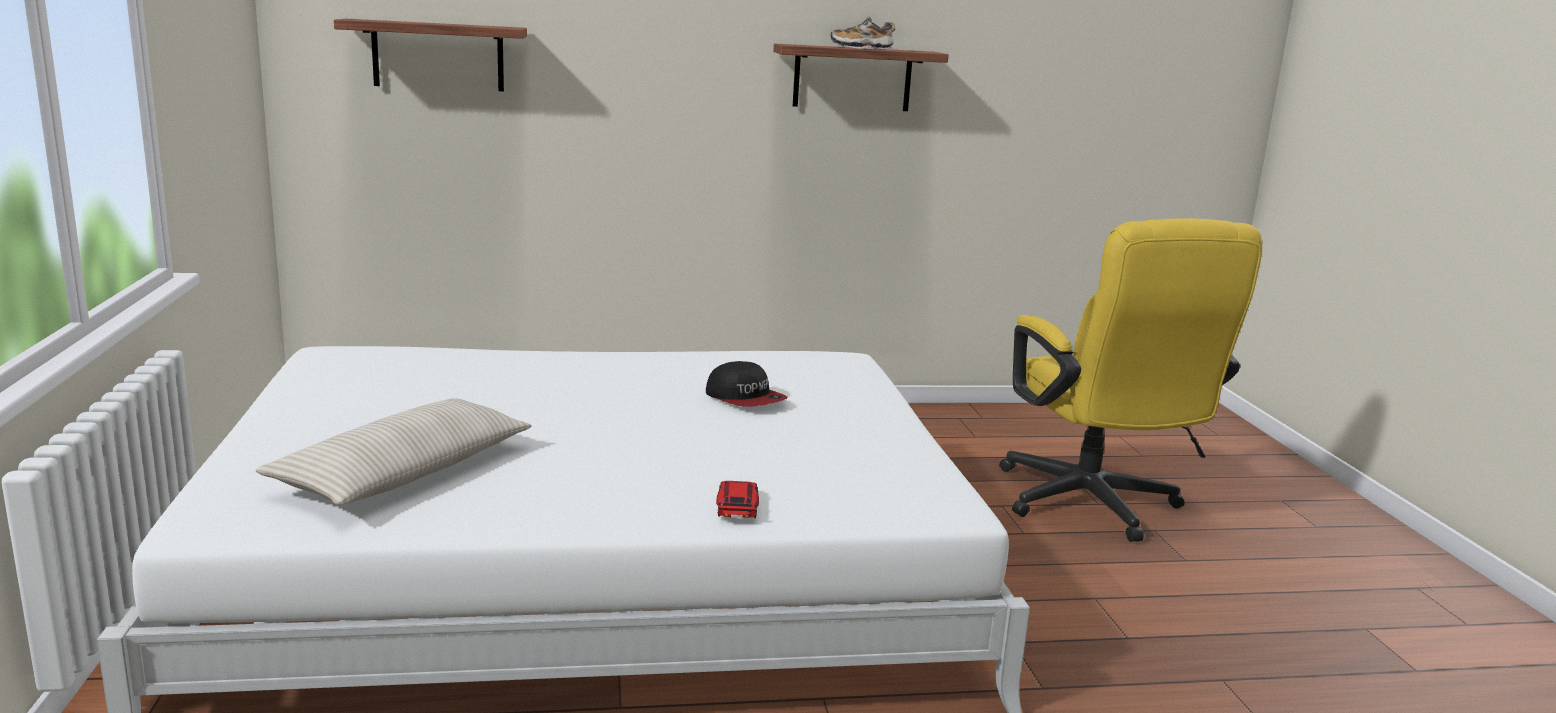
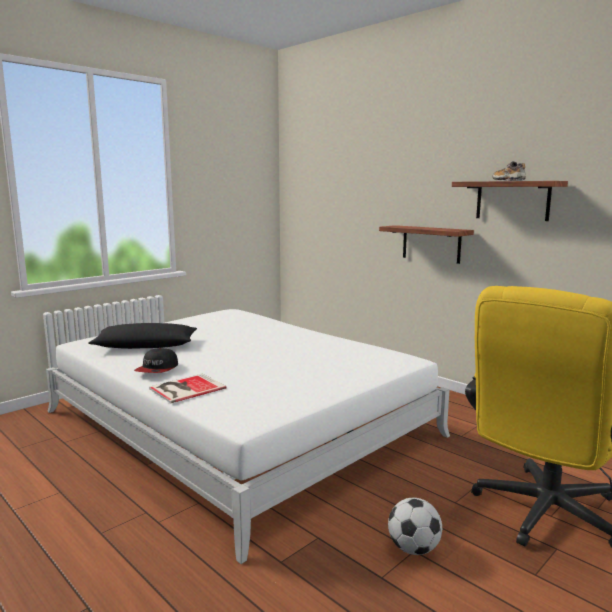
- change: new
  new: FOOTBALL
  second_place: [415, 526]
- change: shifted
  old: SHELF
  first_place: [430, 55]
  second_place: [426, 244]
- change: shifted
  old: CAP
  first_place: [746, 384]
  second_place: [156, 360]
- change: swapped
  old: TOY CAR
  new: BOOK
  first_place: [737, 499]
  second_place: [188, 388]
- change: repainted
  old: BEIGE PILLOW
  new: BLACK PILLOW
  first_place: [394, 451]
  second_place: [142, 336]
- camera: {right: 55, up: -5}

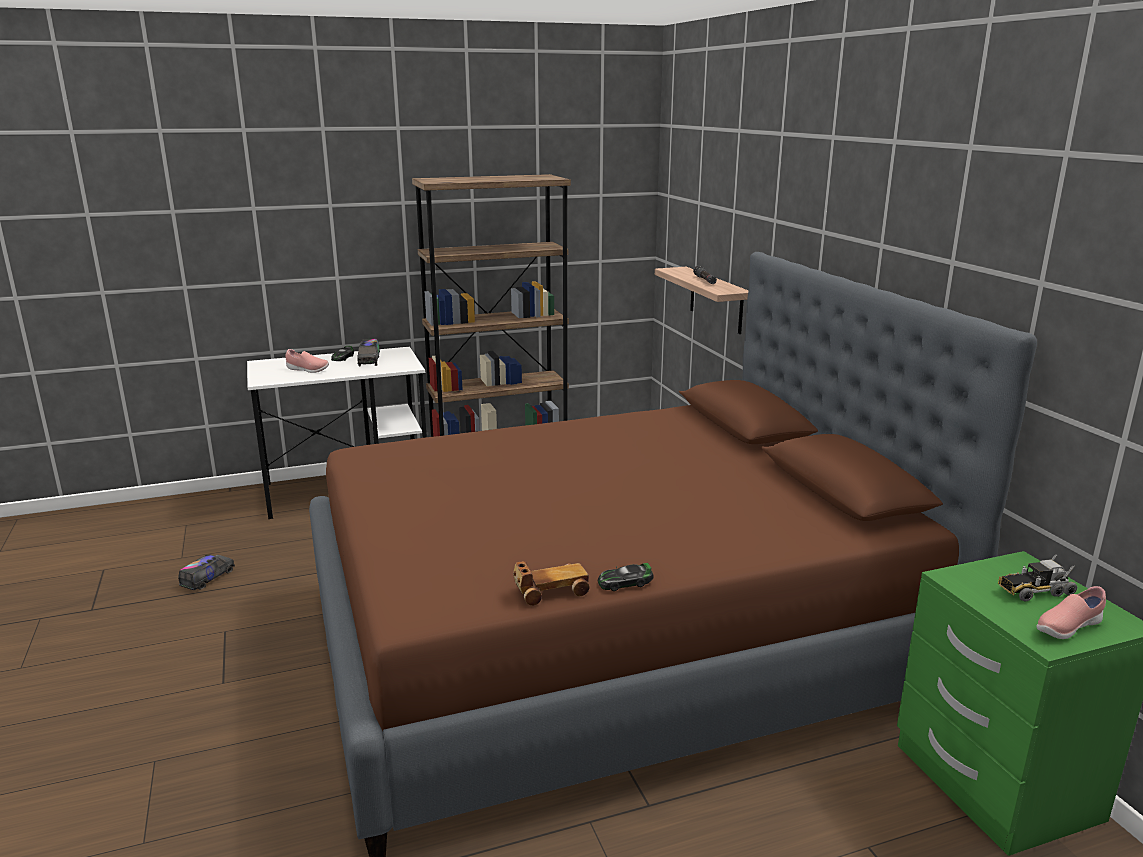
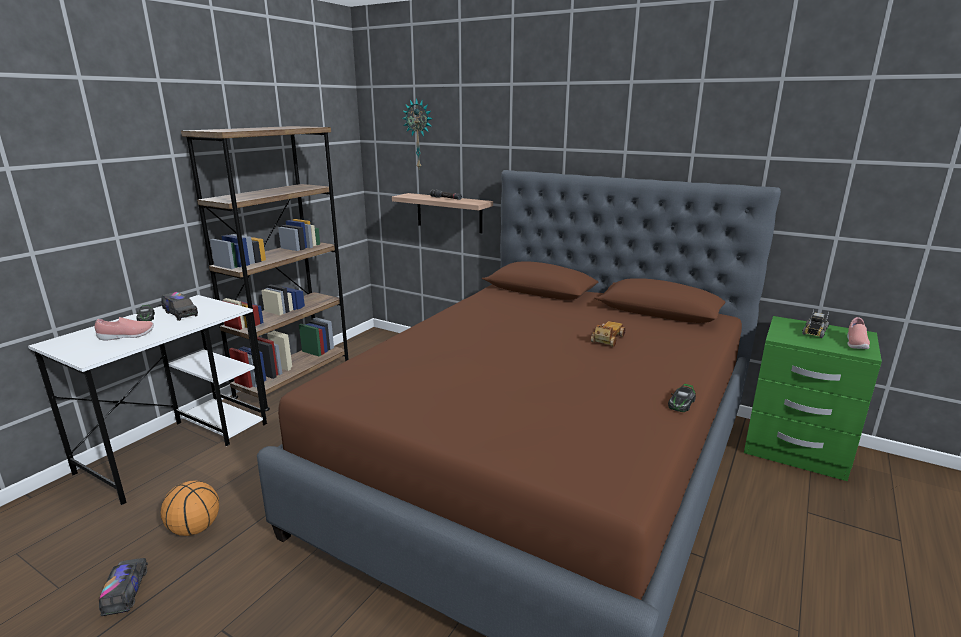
- change: new
  new: BASKETBALL
  second_place: [190, 508]
- change: new
  new: WALL CLOCK
  second_place: [417, 133]
- change: shifted
  old: TOY CAR
  first_place: [551, 583]
  second_place: [608, 334]
- camera: {right: -40, up: 0}

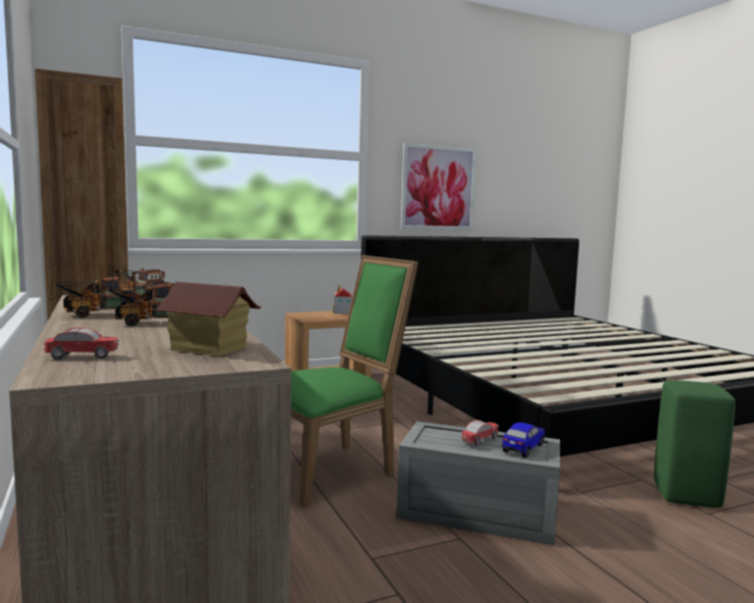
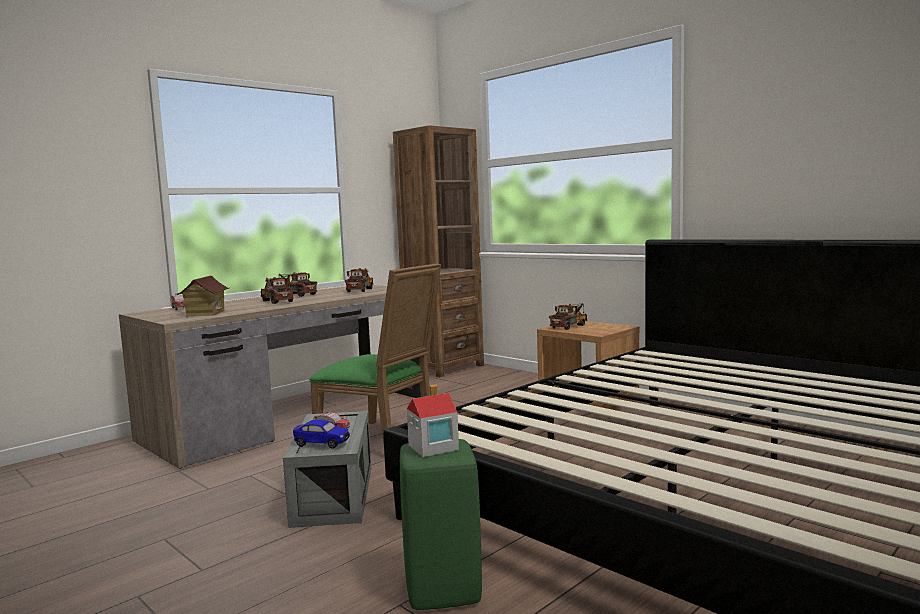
- change: gone
  old: PICTURE
  first_place: [438, 186]
- change: new
  new: TOY TRUCK
  second_place: [568, 316]
- change: shifted
  old: TOY HOUSE
  first_place: [343, 299]
  second_place: [433, 420]
- camera: {right: 70, up: 0}

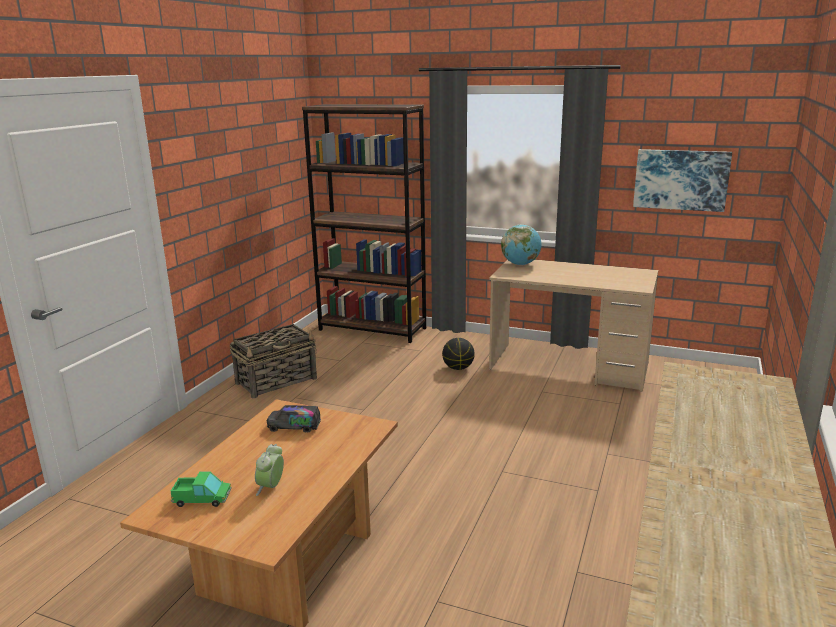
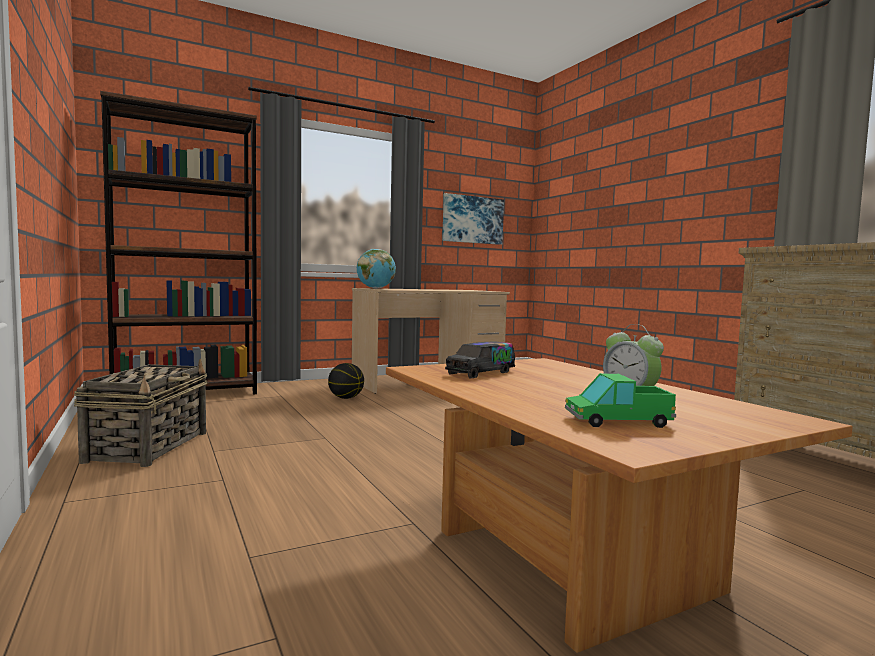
- change: rotated
  old: TOY TRUCK
  first_place: [201, 489]
  second_place: [620, 400]
  degrees: -135
- camera: {right: -50, up: -15}

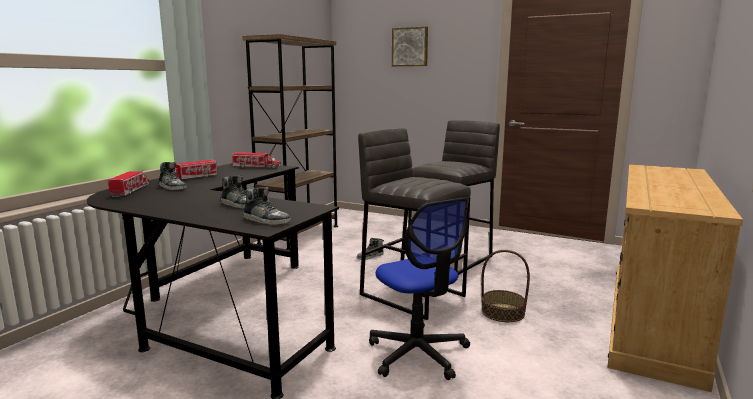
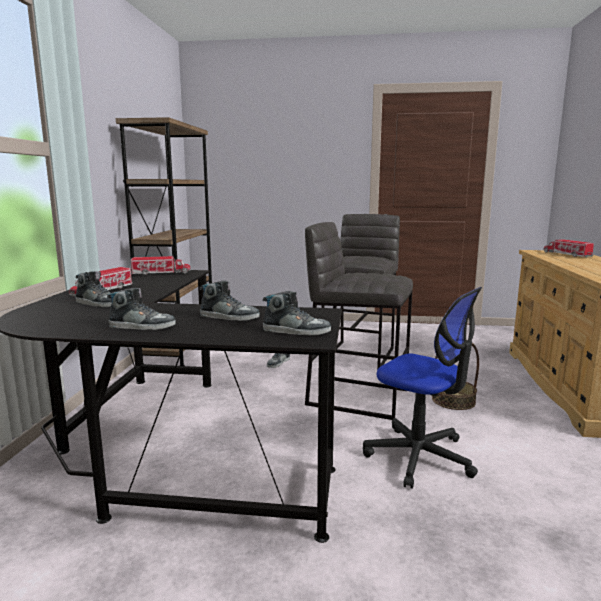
- change: gone
  old: PICTURE
  first_place: [410, 47]
- change: new
  new: SHOE
  second_place: [141, 309]
- change: shifted
  old: TOY TRUCK
  first_place: [128, 184]
  second_place: [568, 248]
- camera: {right: -20, up: 0}

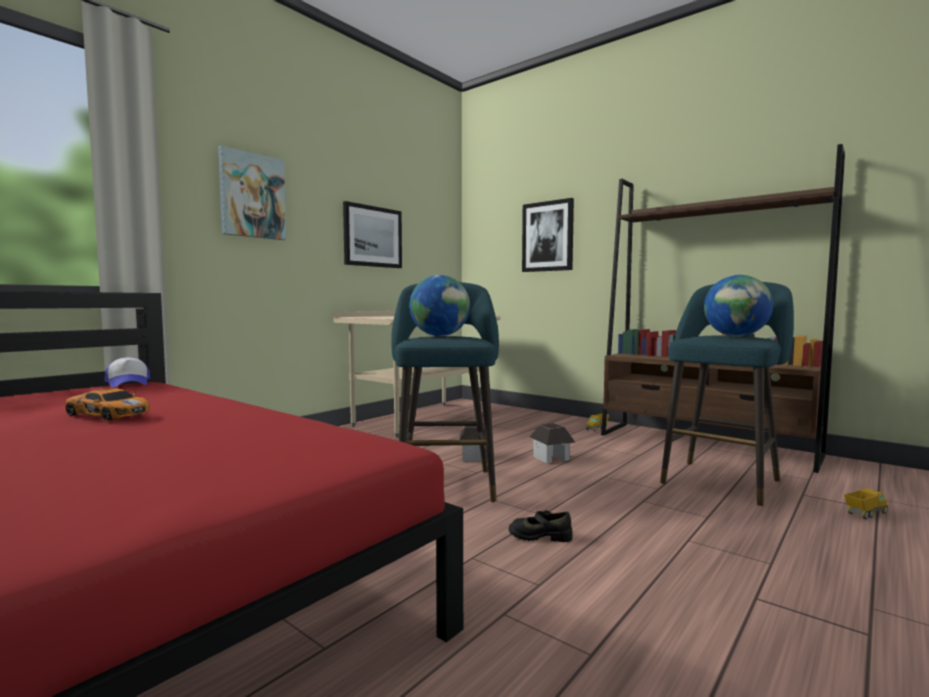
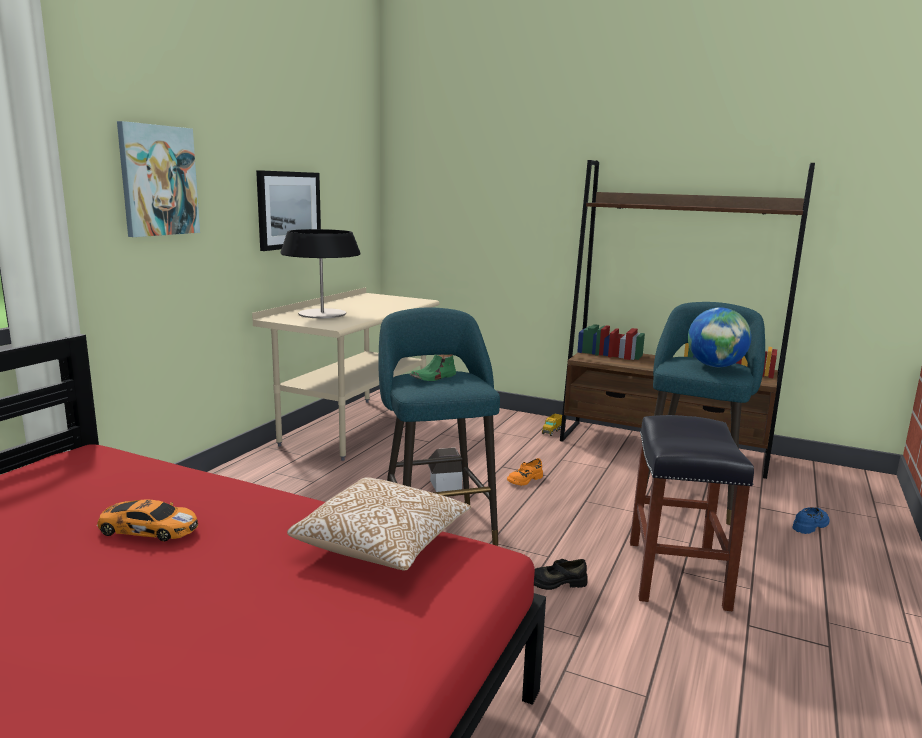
- change: gone
  old: CAP
  first_place: [127, 372]
- change: gone
  old: PICTURE
  first_place: [548, 235]
- change: new
  new: TABLE LAMP
  second_place: [320, 273]
- change: new
  new: PILLOW
  second_place: [379, 524]
- change: new
  new: BLACK STOOL
  second_place: [692, 513]
- change: swapped
  old: GLOBE
  new: GREEN SHOE
  first_place: [439, 305]
  second_place: [433, 367]
- change: swapped
  old: TOY HOUSE
  new: ORANGE SHOE
  first_place: [552, 443]
  second_place: [525, 472]
- change: swapped
  old: TOY TRUCK
  new: BLUE SHOE
  first_place: [866, 503]
  second_place: [811, 520]
- camera: {right: -15, up: 10}

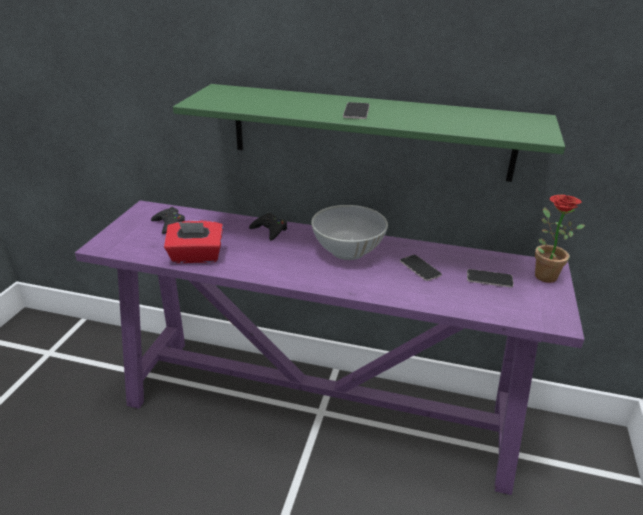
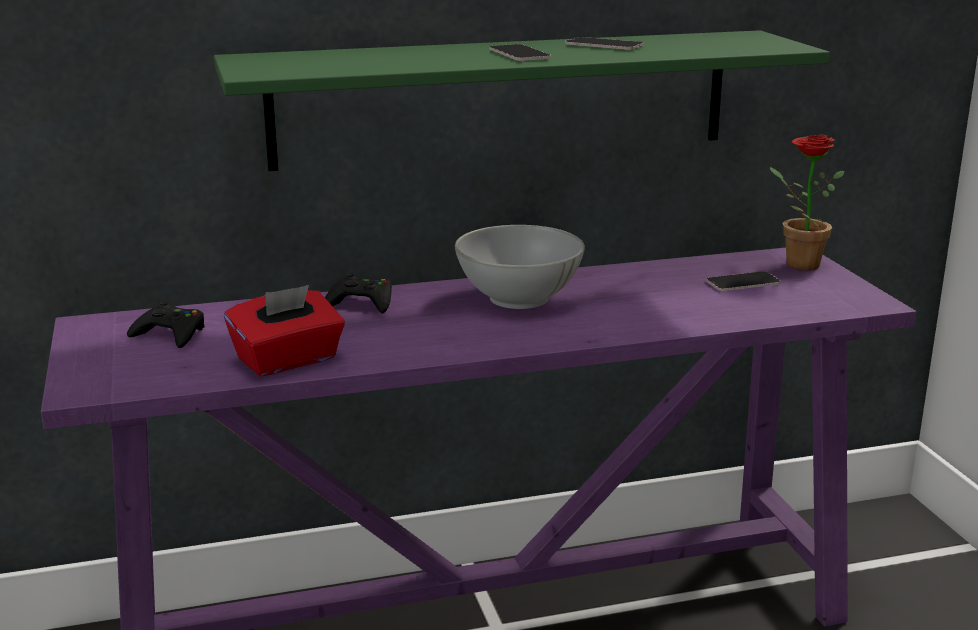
- change: shifted
  old: PHONE
  first_place: [421, 268]
  second_place: [604, 43]
- camera: {right: -30, up: -10}

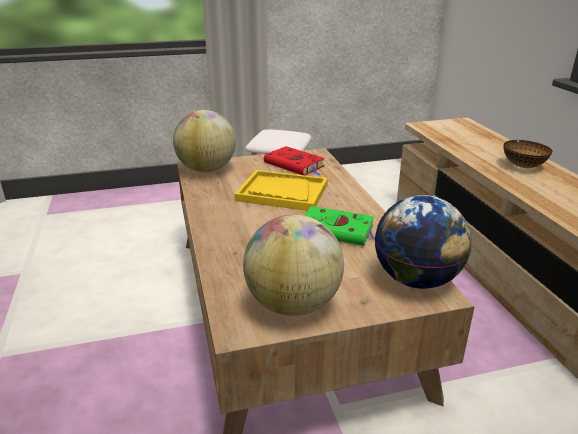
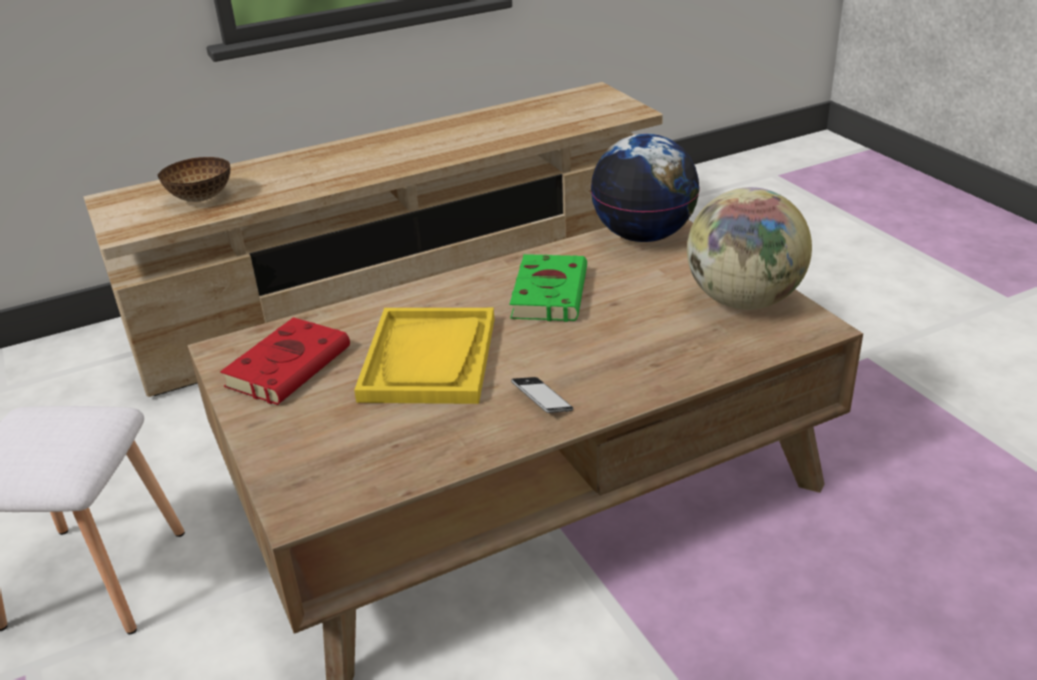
- change: gone
  old: GLOBE
  first_place: [204, 141]
- change: new
  new: PHONE
  second_place: [542, 395]
- change: shifted
  old: BOWL
  first_place: [528, 154]
  second_place: [194, 179]
- camera: {right: -100, up: 5}

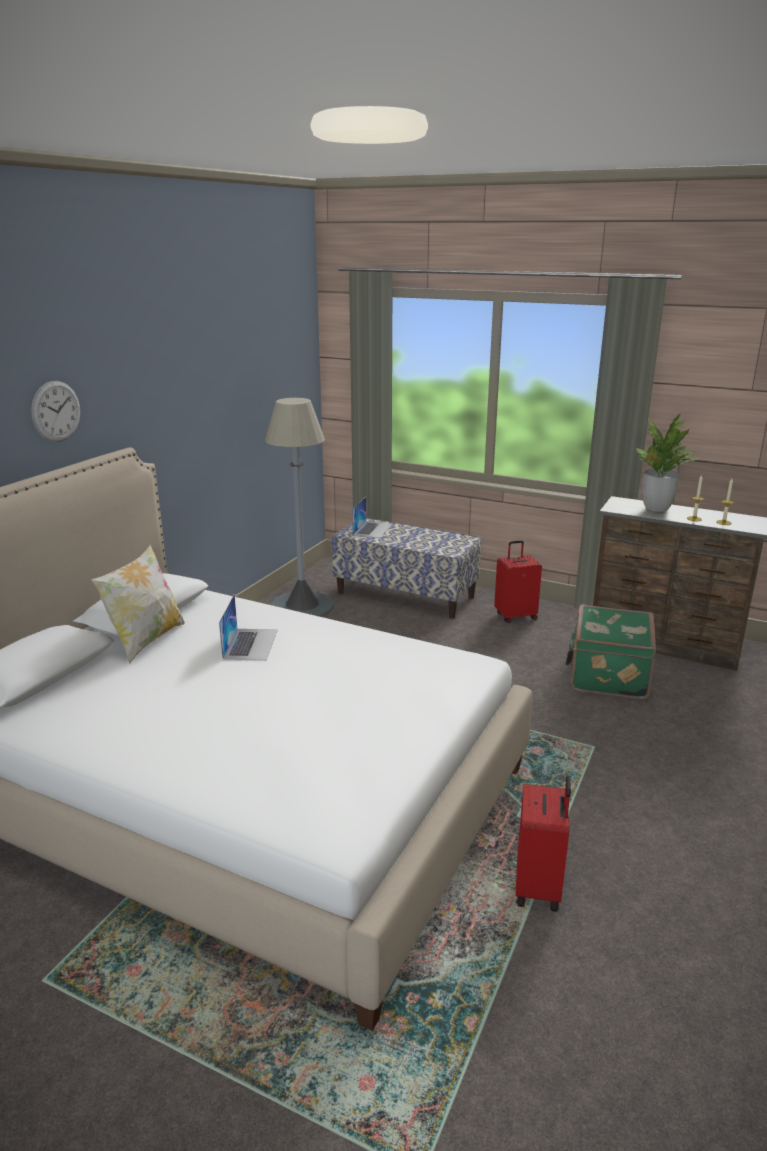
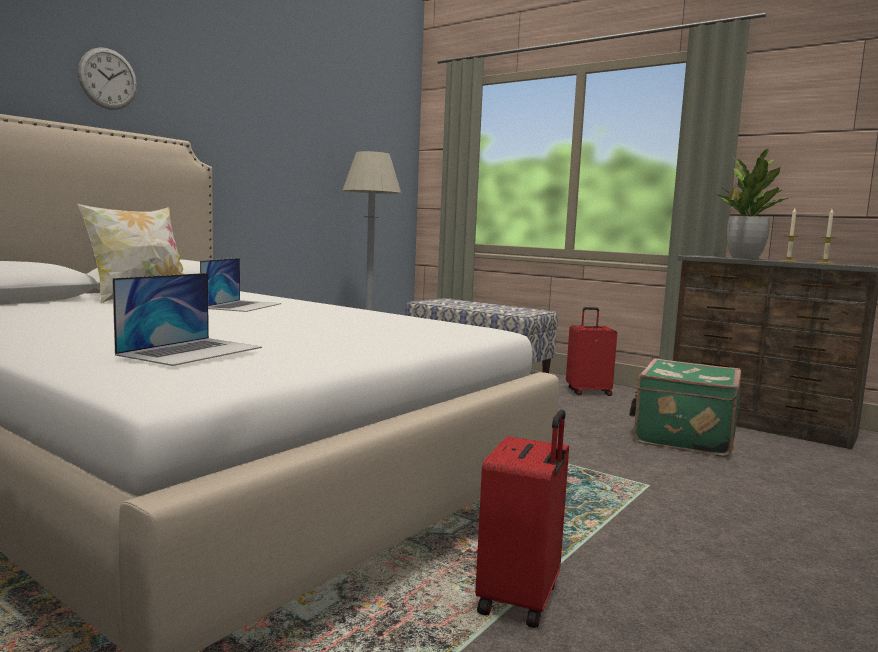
- change: shifted
  old: LAPTOP
  first_place: [372, 517]
  second_place: [187, 319]
- camera: {right: 10, up: -15}

